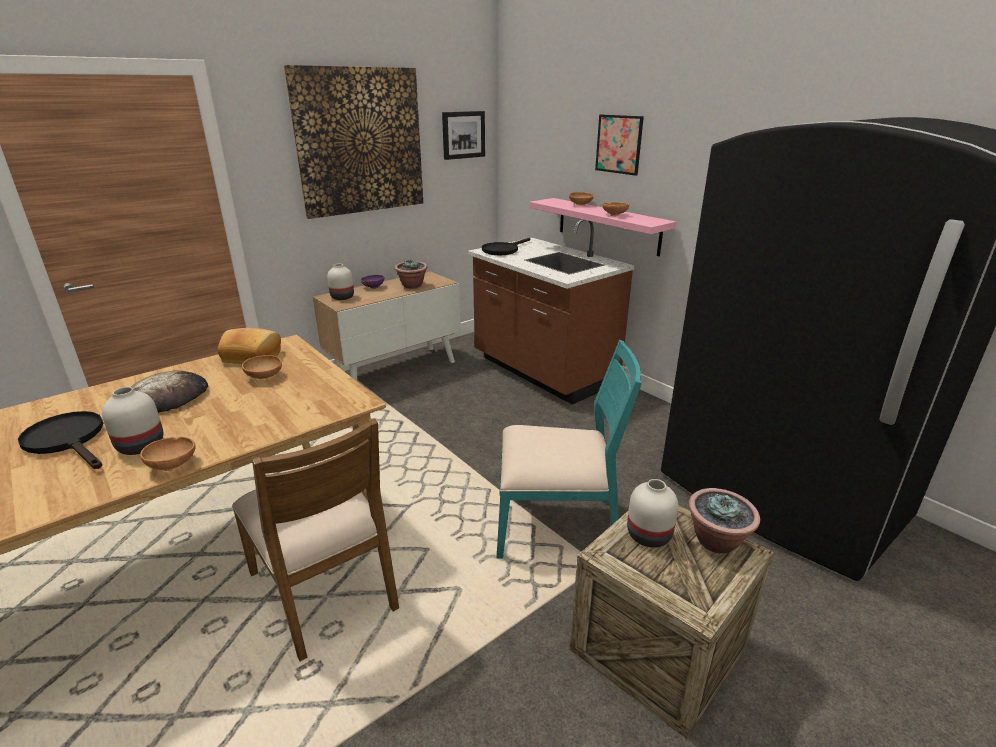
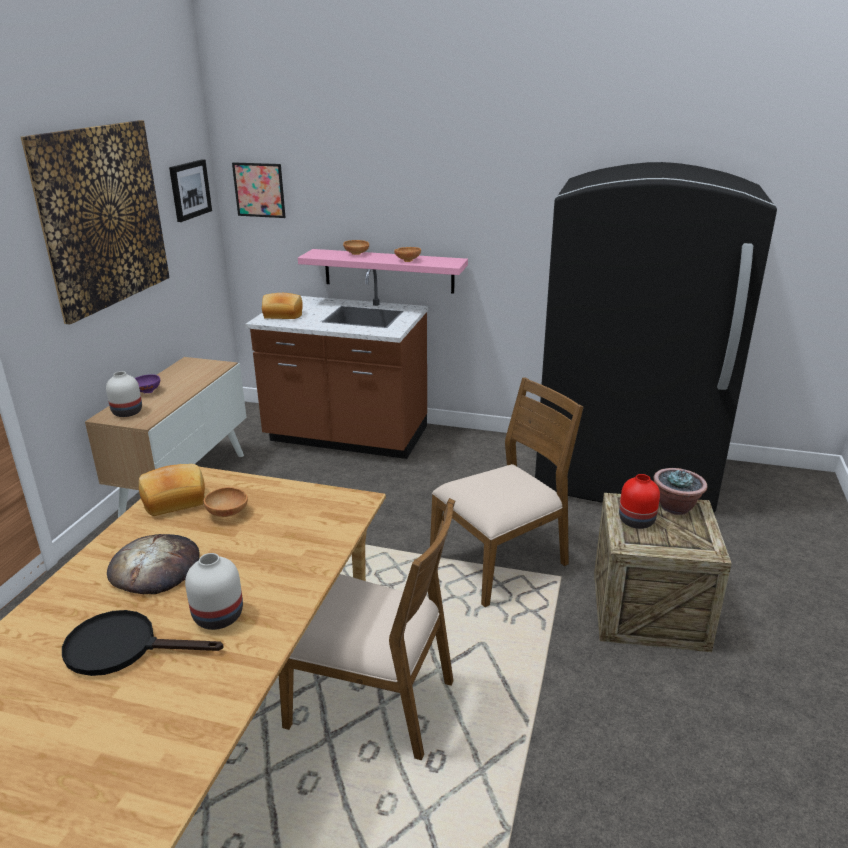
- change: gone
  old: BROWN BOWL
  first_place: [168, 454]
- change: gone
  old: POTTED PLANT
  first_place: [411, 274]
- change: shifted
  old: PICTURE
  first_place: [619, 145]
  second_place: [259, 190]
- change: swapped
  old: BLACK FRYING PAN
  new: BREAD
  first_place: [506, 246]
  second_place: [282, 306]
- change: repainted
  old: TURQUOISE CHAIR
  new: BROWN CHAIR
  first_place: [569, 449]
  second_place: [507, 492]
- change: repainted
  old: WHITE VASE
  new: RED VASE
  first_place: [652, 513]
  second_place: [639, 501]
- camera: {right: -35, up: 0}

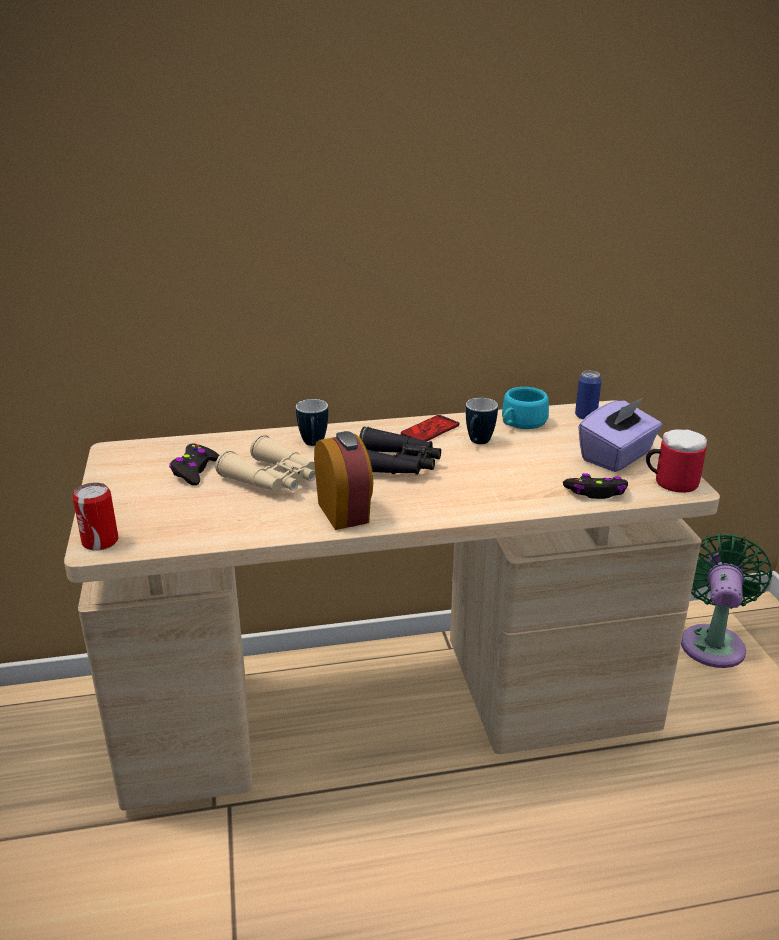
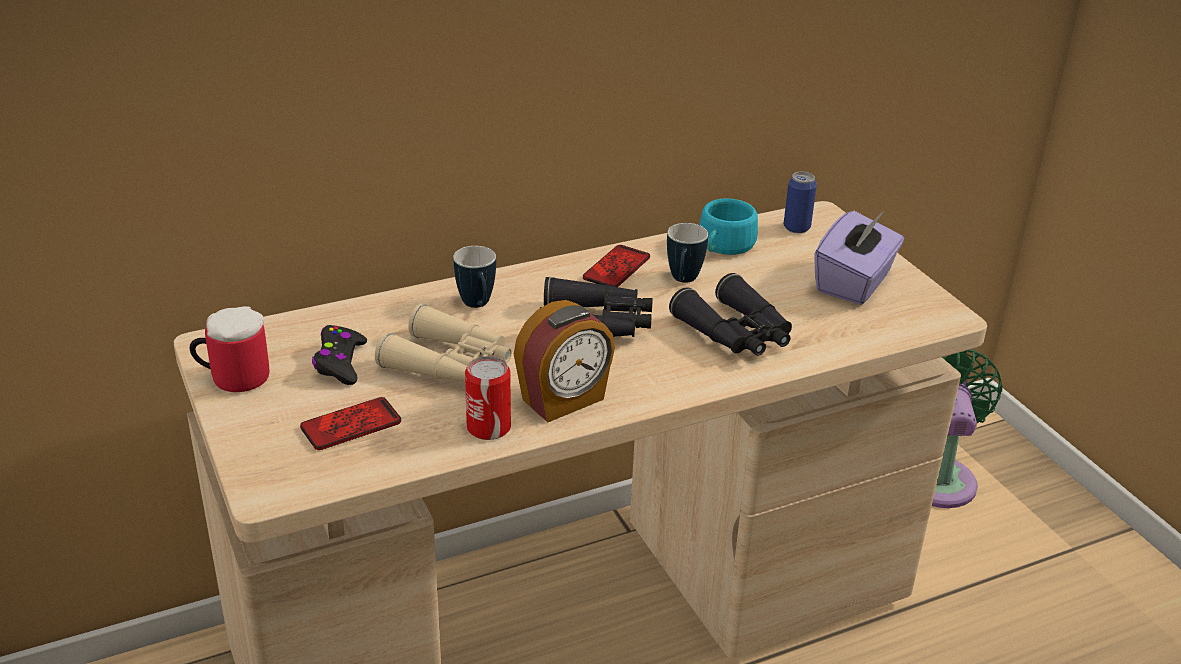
- change: gone
  old: BLACK GAME CONTROLLER
  first_place: [595, 486]
- change: new
  new: PHONE
  second_place: [350, 423]
- change: new
  new: BLACK BINOCULARS
  second_place: [730, 314]
- change: shifted
  old: CAN
  first_place: [96, 517]
  second_place: [488, 398]
- change: shifted
  old: MUG
  first_place: [676, 461]
  second_place: [229, 349]
- change: rotated
  old: ALARM CLOCK
  first_place: [343, 480]
  second_place: [564, 361]
  degrees: 90
- camera: {right: -15, up: 5}

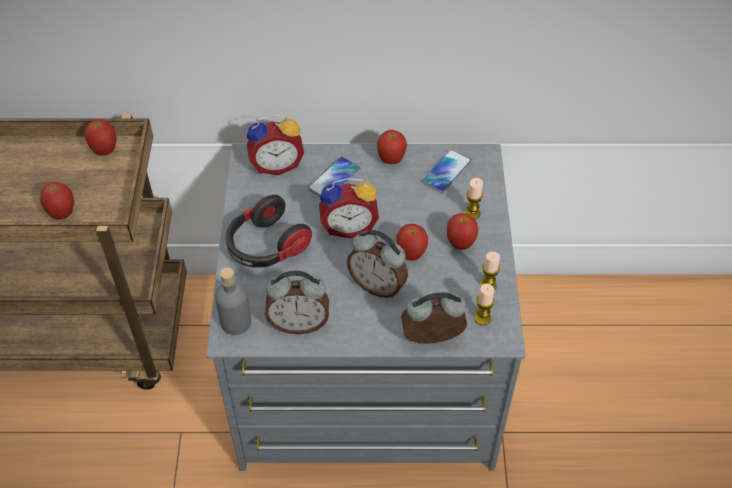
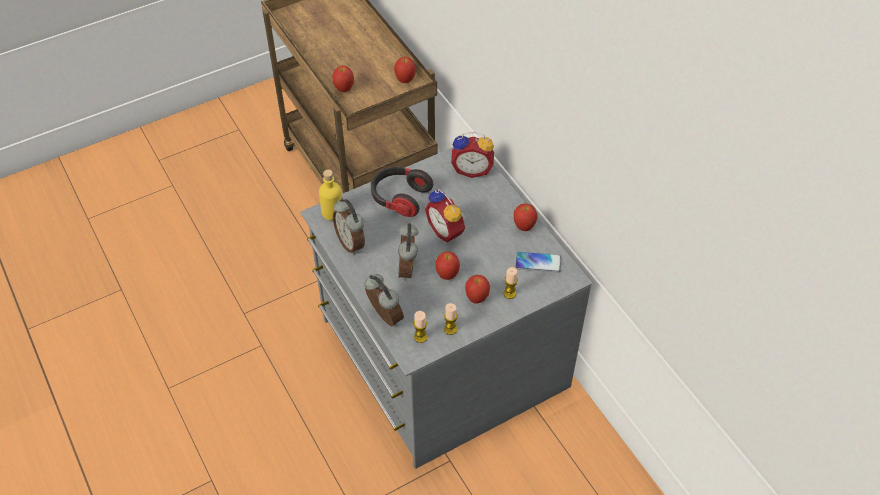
- change: gone
  old: PHONE
  first_place: [334, 177]
- change: repainted
  old: GREY BOTTLE
  new: YELLOW BOTTLE
  first_place: [233, 301]
  second_place: [330, 195]
- change: rotated
  old: ALARM CLOCK
  first_place: [275, 145]
  second_place: [472, 155]
  degrees: -45
- camera: {right: 60, up: 0}

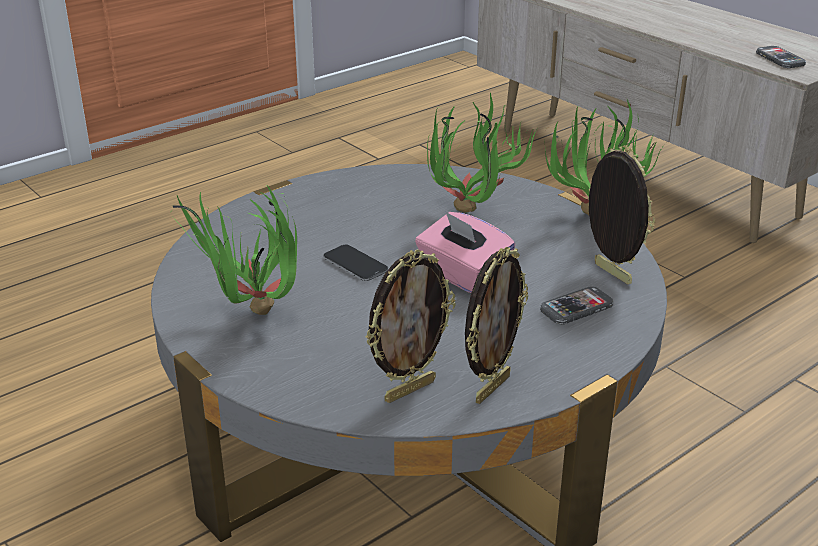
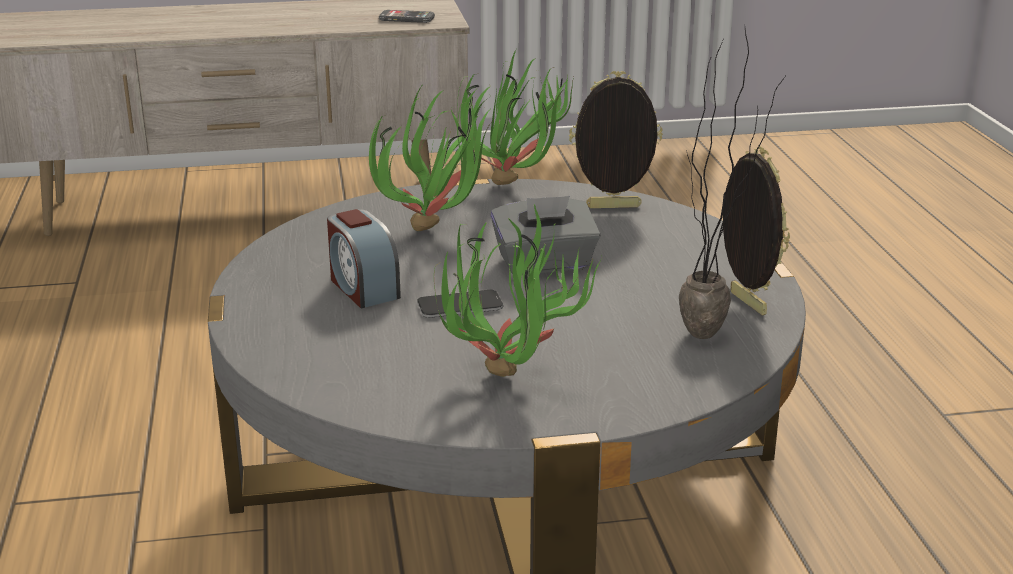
- change: gone
  old: PHONE
  first_place: [576, 305]
- change: new
  new: ALARM CLOCK
  second_place: [364, 258]
- change: swapped
  old: PICTURE FRAME
  new: POTTED PLANT
  first_place: [411, 326]
  second_place: [732, 184]
- change: repainted
  old: PINK TISSUE BOX
  new: GREY TISSUE BOX
  first_place: [465, 252]
  second_place: [546, 235]
- camera: {right: -60, up: -5}

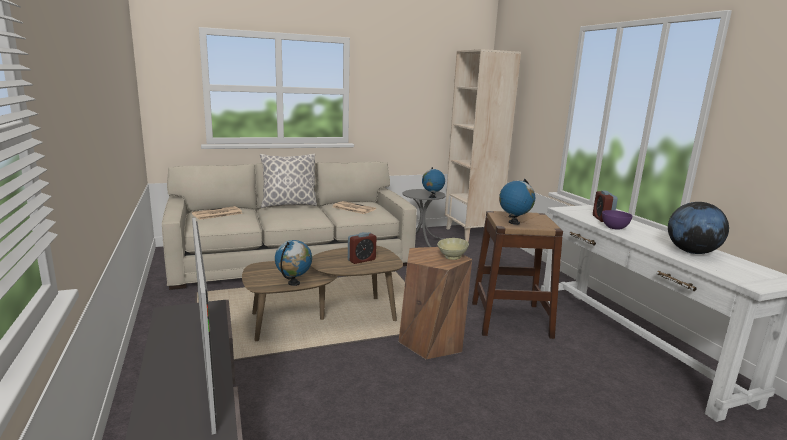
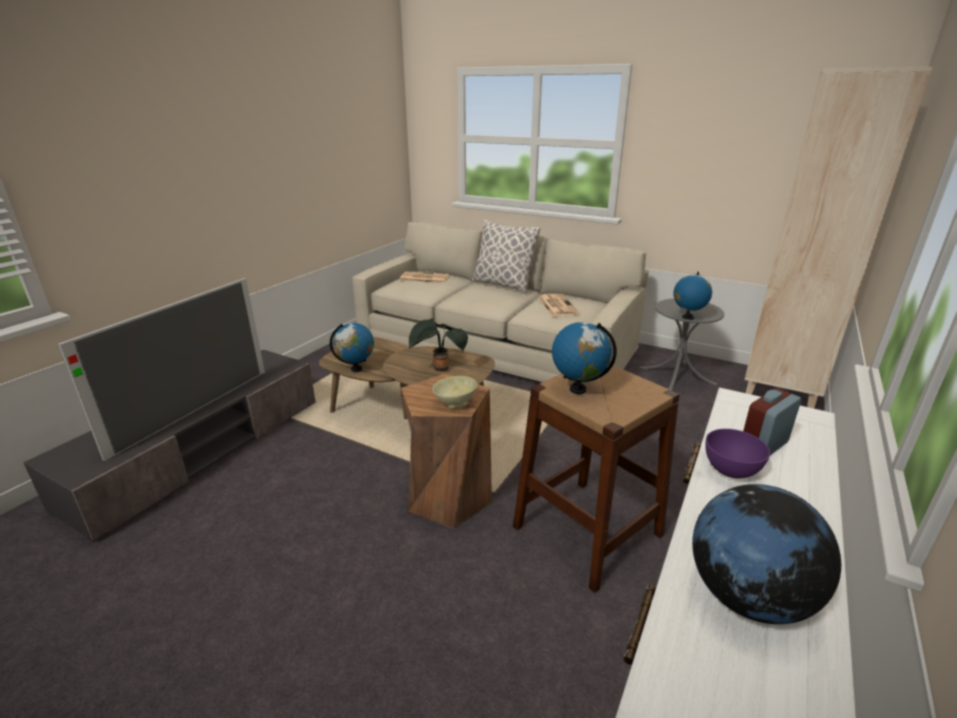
- change: swapped
  old: ALARM CLOCK
  new: POTTED PLANT
  first_place: [362, 248]
  second_place: [438, 345]
- camera: {right: 50, up: 10}

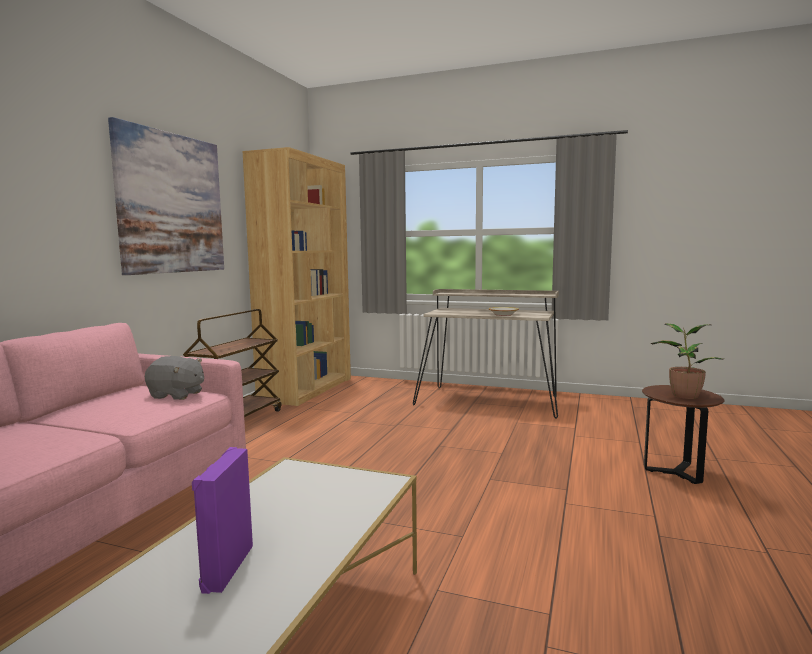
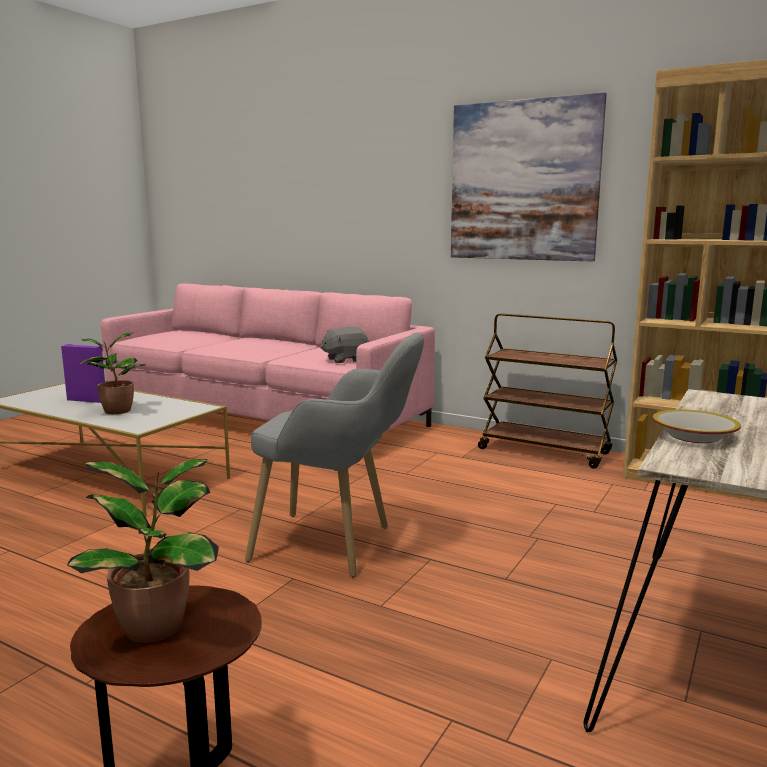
- change: new
  new: POTTED PLANT
  second_place: [112, 373]
- change: new
  new: GREY ARMCHAIR
  second_place: [334, 454]
- change: rotated
  old: GREY PLUSH TOY
  first_place: [174, 378]
  second_place: [344, 345]
  degrees: 45
- camera: {right: 100, up: 5}

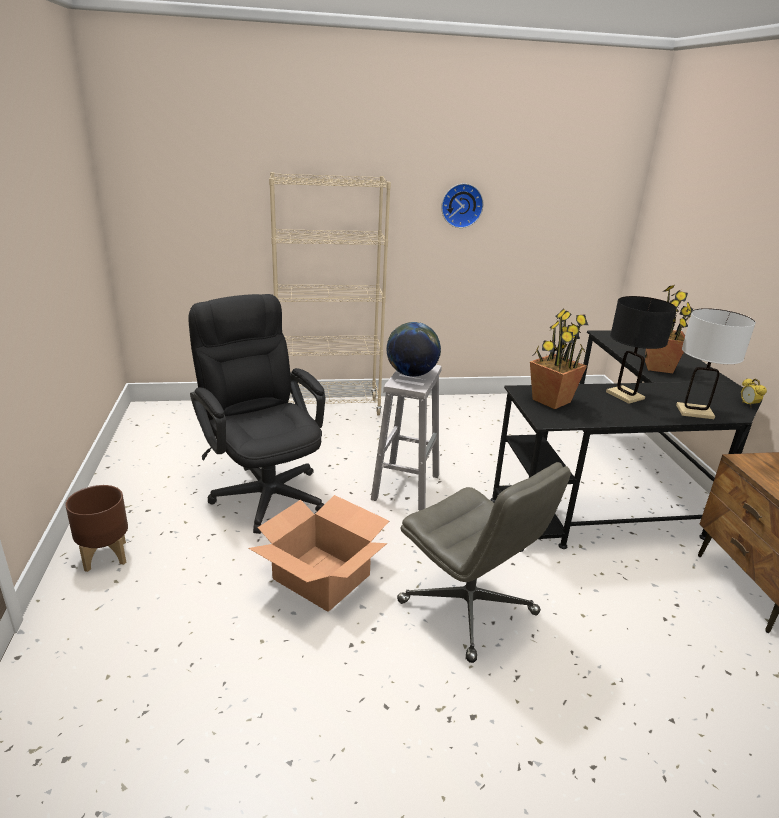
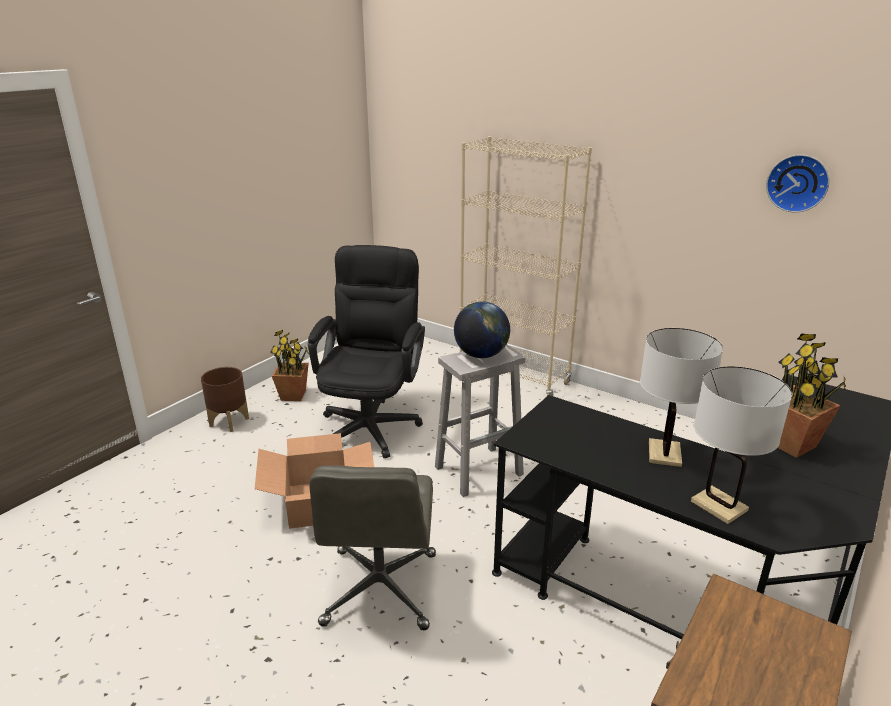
- change: gone
  old: ALARM CLOCK
  first_place: [754, 393]
- change: shifted
  old: WALL CLOCK
  first_place: [462, 205]
  second_place: [798, 184]
- change: shifted
  old: POTTED PLANT
  first_place: [559, 358]
  second_place: [289, 365]
- change: repainted
  old: BLACK TABLE LAMP
  new: WHITE TABLE LAMP
  first_place: [641, 350]
  second_place: [681, 397]
- camera: {right: 45, up: 0}

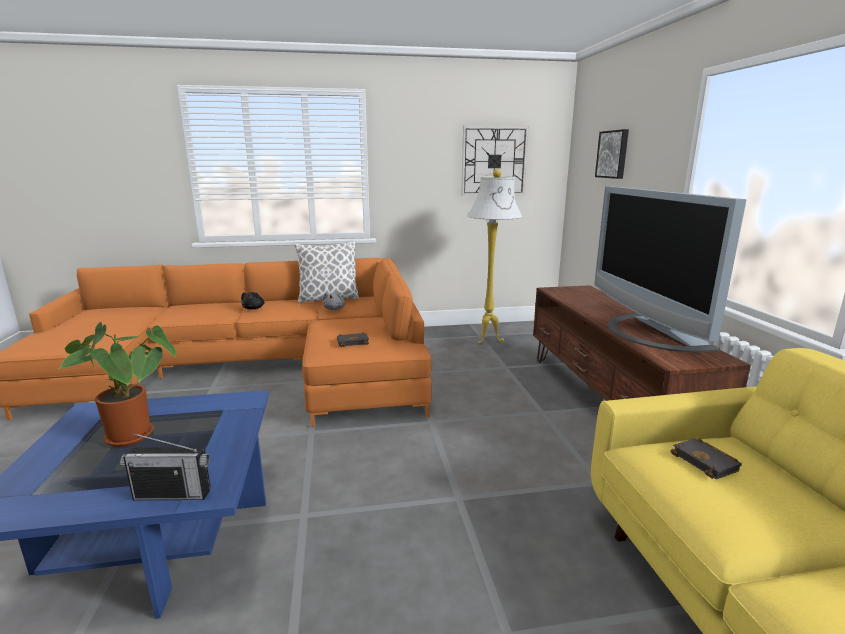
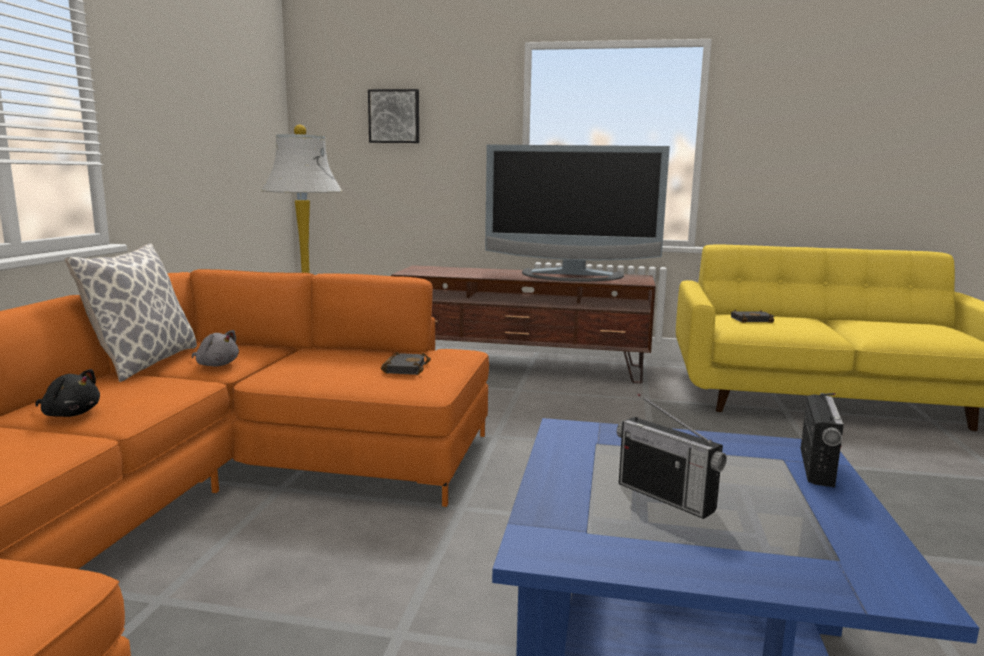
- change: gone
  old: WALL CLOCK
  first_place: [495, 161]
- change: swapped
  old: POTTED PLANT
  new: RADIO
  first_place: [117, 384]
  second_place: [672, 456]
- camera: {right: -70, up: -5}

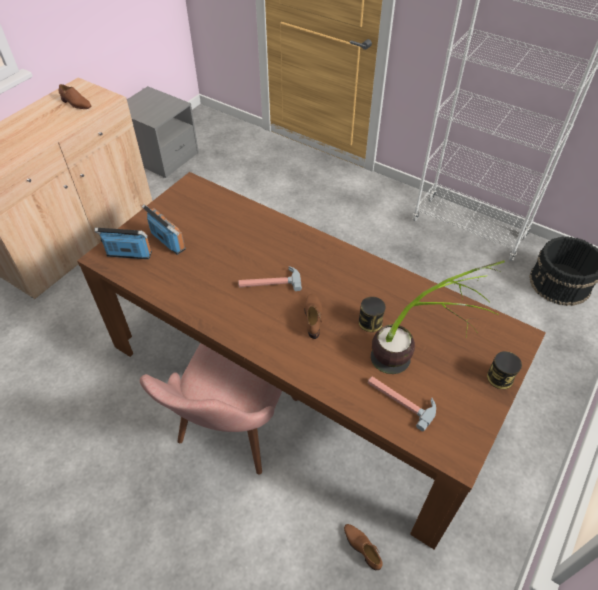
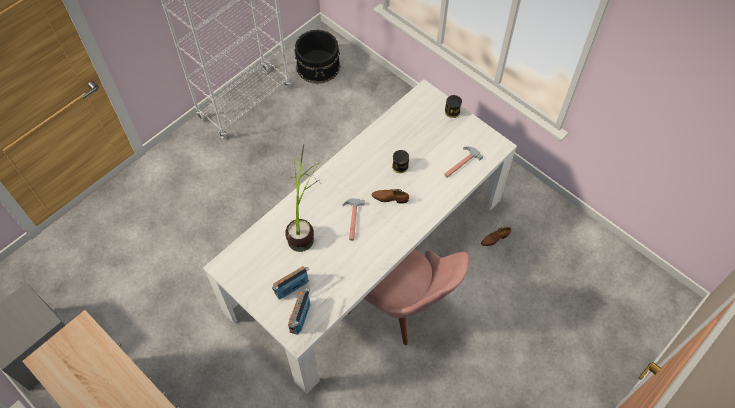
- change: gone
  old: BROWN SHOE
  first_place: [75, 96]
- change: shifted
  old: POTTED PLANT
  first_place: [438, 317]
  second_place: [304, 198]
- change: repainted
  old: BROWN DINING TABLE
  new: WHITE DINING TABLE
  first_place: [311, 361]
  second_place: [360, 237]
- camera: {right: -80, up: 10}

